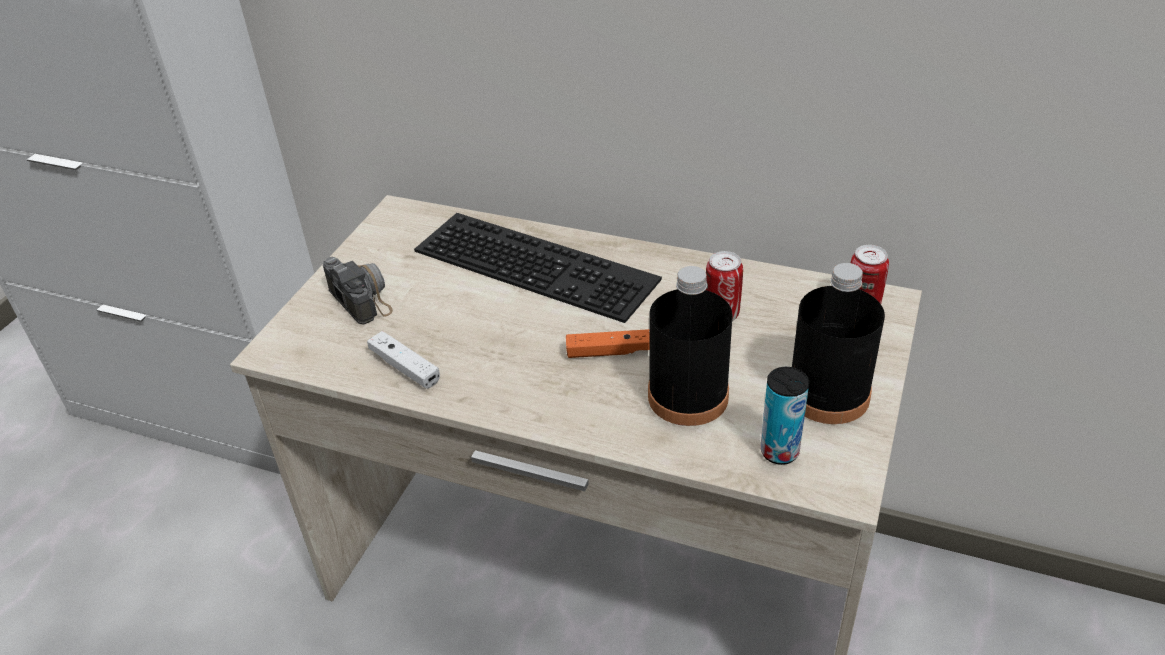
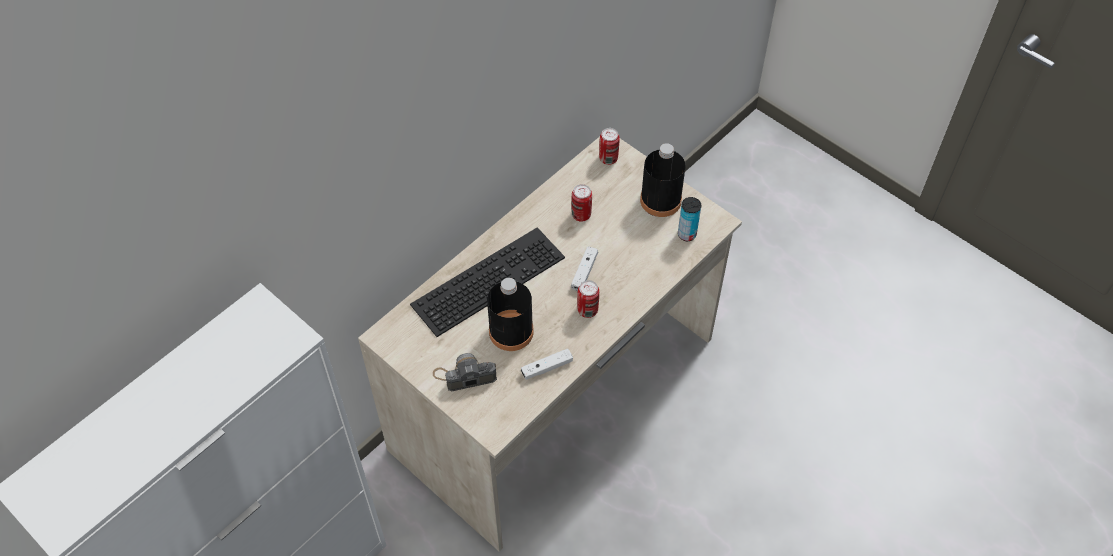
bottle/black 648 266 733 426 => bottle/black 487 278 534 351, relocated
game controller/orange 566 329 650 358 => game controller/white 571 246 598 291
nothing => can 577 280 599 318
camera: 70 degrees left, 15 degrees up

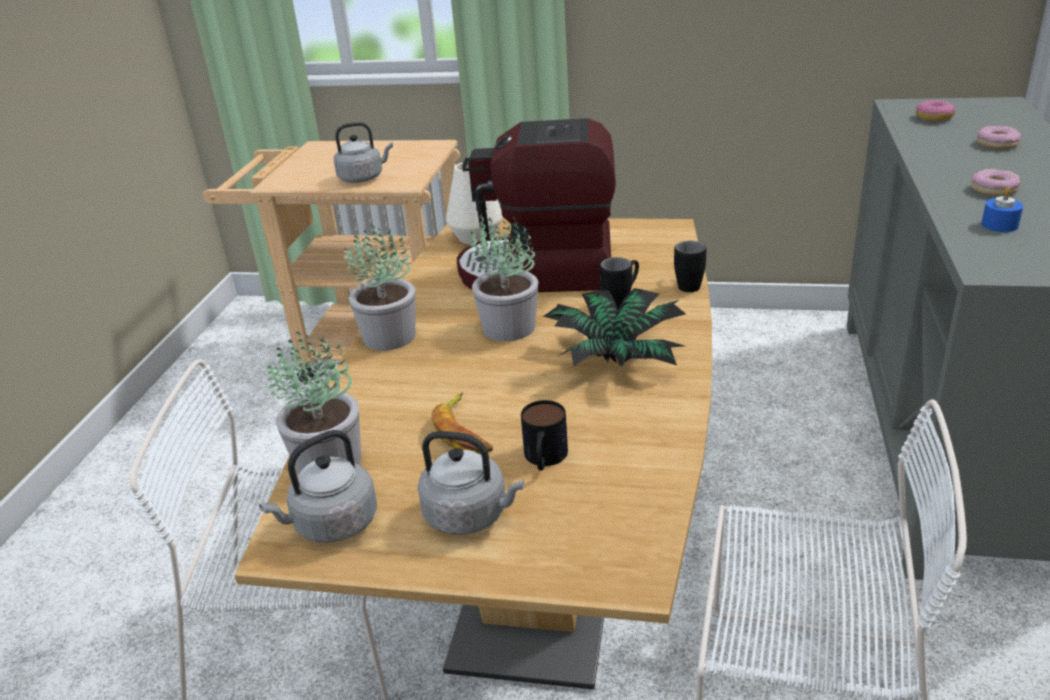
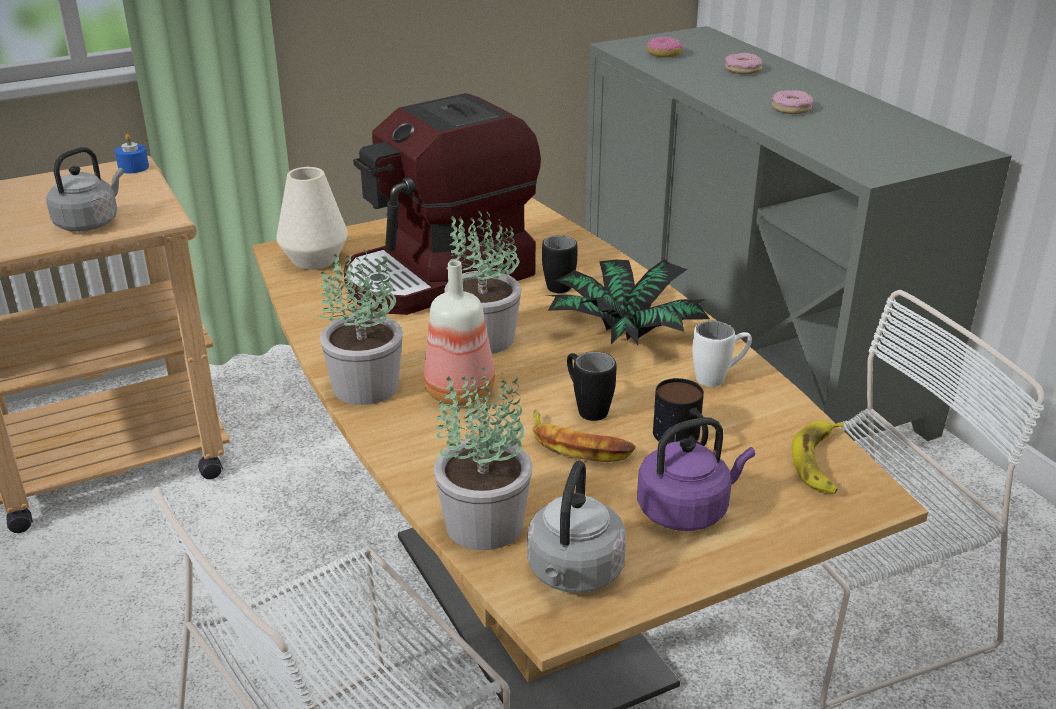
candle/blue 981 187 1023 232 => candle/blue 115 134 149 173, relocated
mug/black 674 241 706 292 => mug/black 567 352 616 421, relocated
kettle/grey 418 431 524 535 => kettle/purple 637 417 755 531
nothing => bottle 424 261 495 405
nothing => mug/white 692 321 752 387
nothing => banana 792 421 844 494
camera: 40 degrees left, 0 degrees up

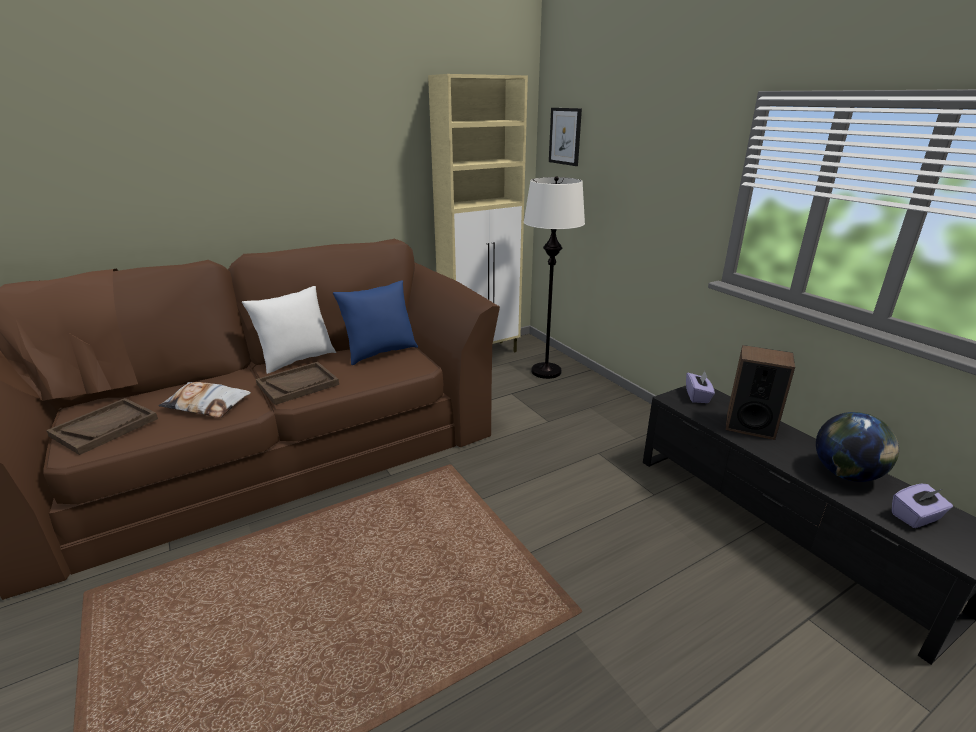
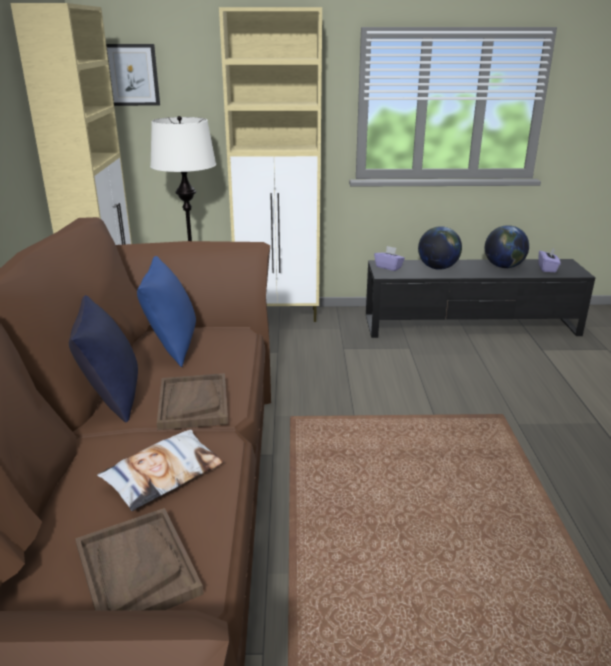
pillow/white 242 286 336 374 => pillow/blue 69 295 138 422
speaker 726 345 795 440 => globe 418 226 462 270
nothing => cabinet/beige 219 7 322 322
camera: 60 degrees left, 0 degrees up

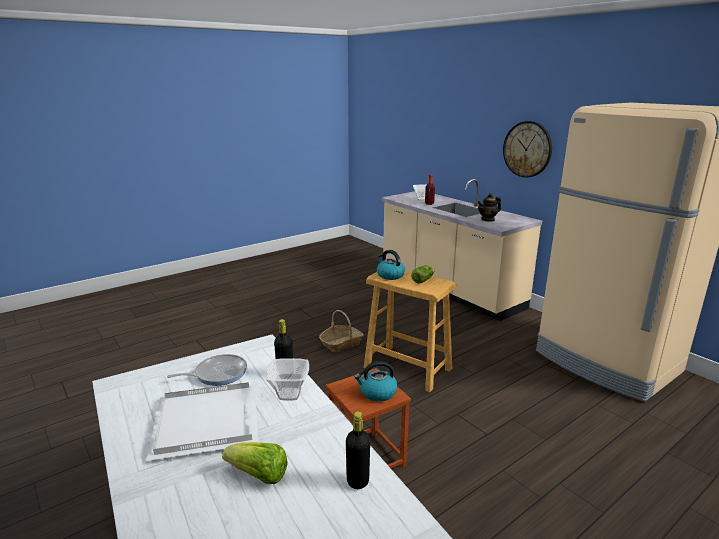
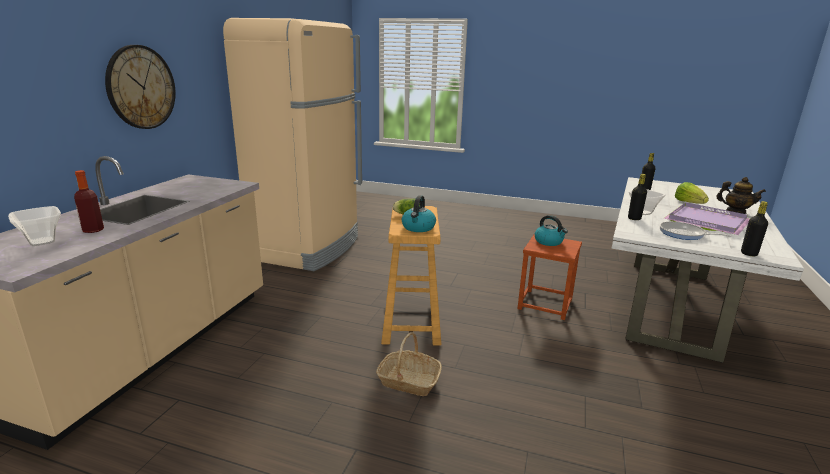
teapot 477 193 501 222 => teapot 716 177 766 214, relocated
tray/white 146 382 259 461 => tray/purple 664 202 750 235
nothing => bottle/black 741 201 768 256
camera: 125 degrees left, 0 degrees up

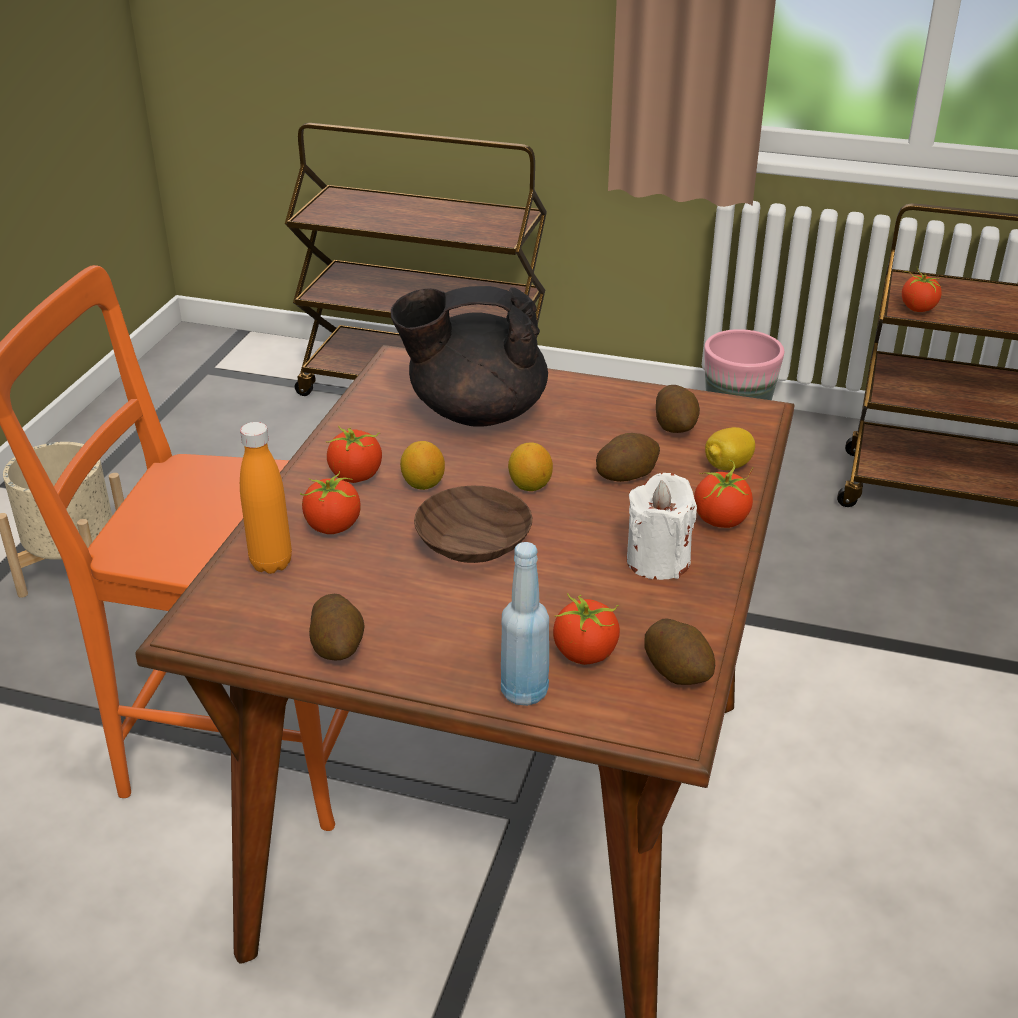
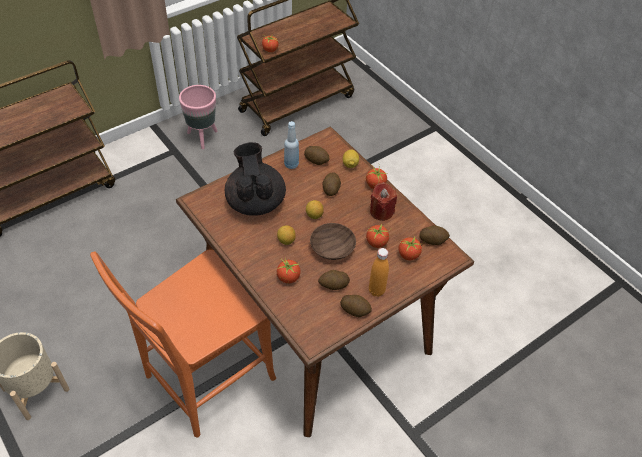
teapot/black 391 286 548 427 => teapot/black 225 142 286 216, 135 degrees clockwise
bottle/orange 240 422 292 574 => bottle/orange 369 248 389 297, relocated
tomato 325 426 382 483 => tomato 366 222 391 248, relocated
candle/white 627 473 697 580 => candle/red 370 182 397 221
bottle/blue 501 542 549 706 => bottle/blue 284 121 299 169, relocated
nothing => potato 318 270 350 290
camera: 55 degrees left, 15 degrees up

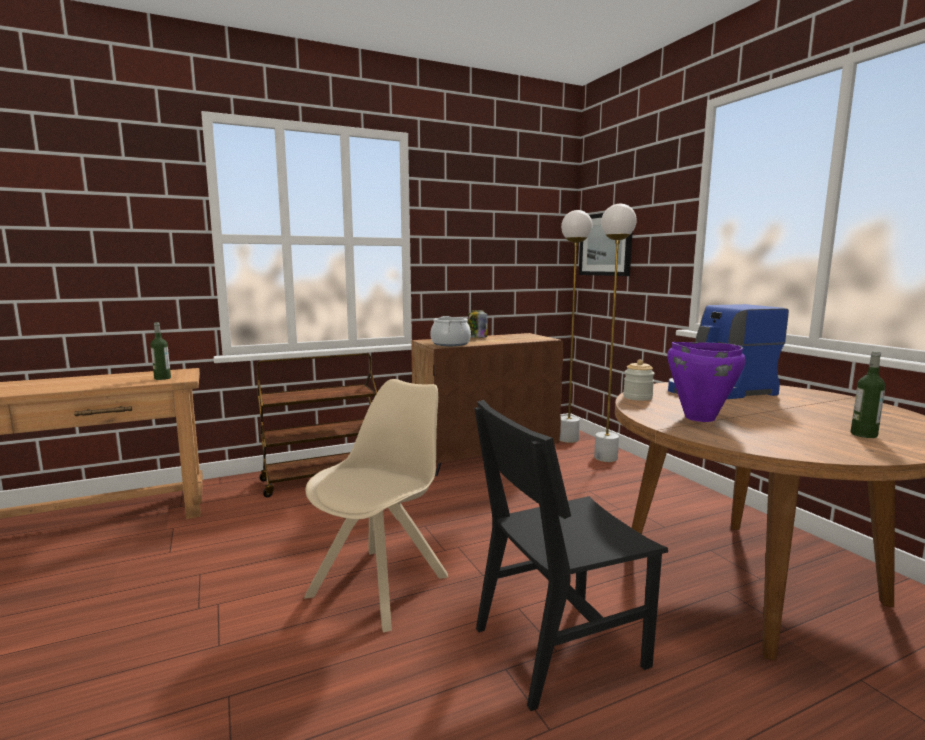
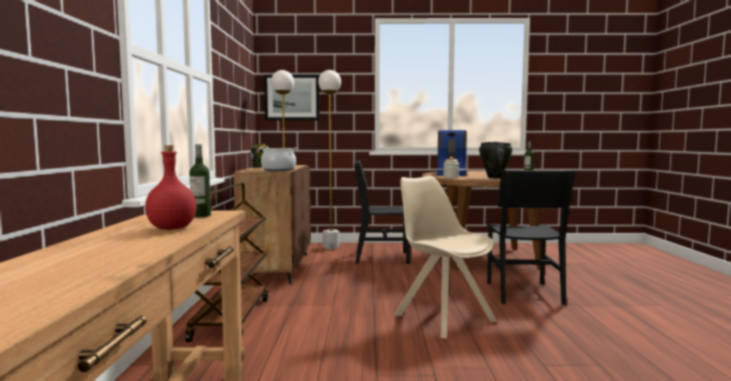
cooking pot/purple 667 342 746 422 => cooking pot/black 479 142 513 178
nothing => bottle/red 145 145 197 230
nothing => chair/black 354 160 411 264
camera: 65 degrees left, 5 degrees down

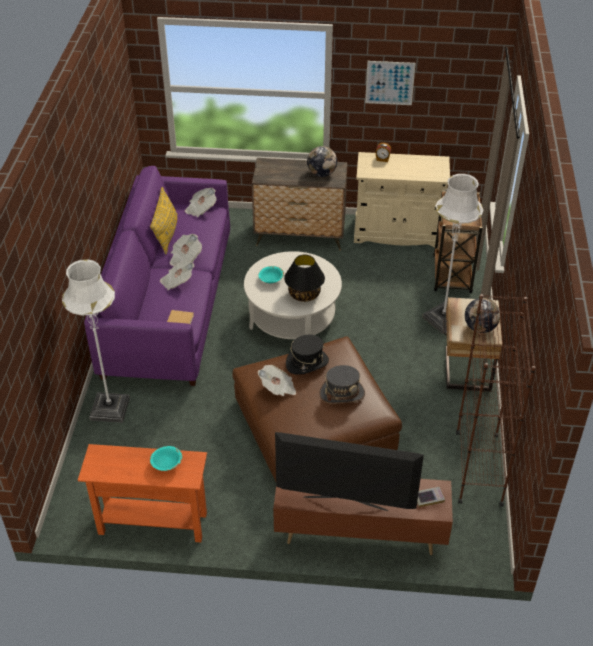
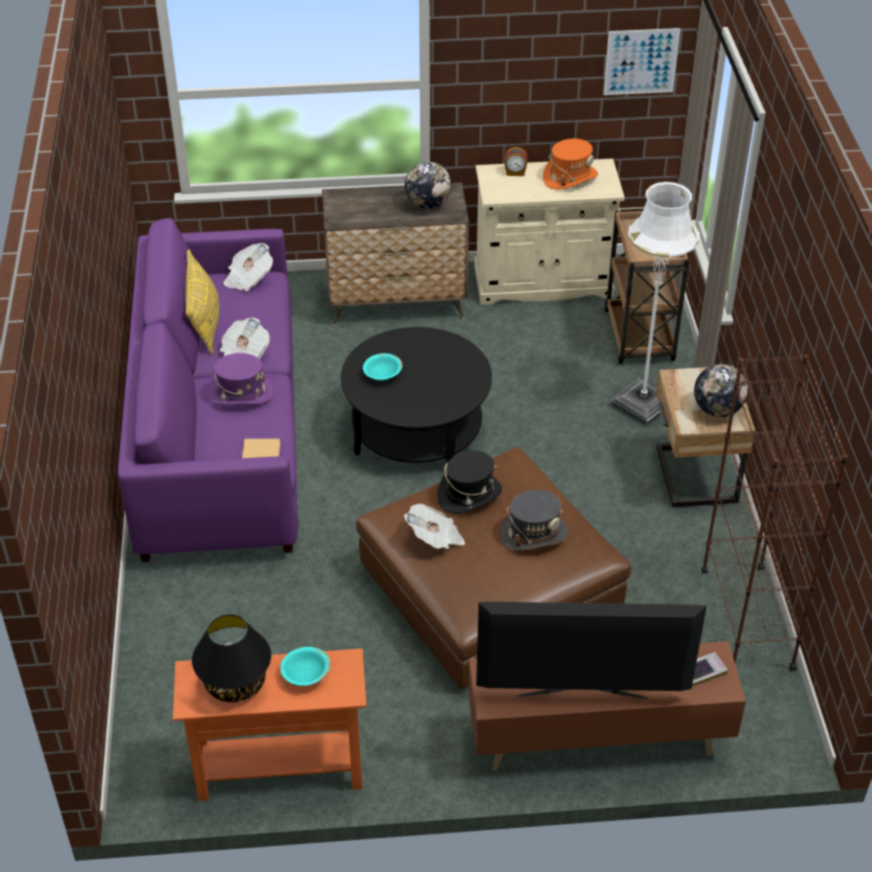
picture 365 61 416 105 => picture 603 28 680 95, relocated
coffee table/white 244 251 342 339 => coffee table/black 341 327 492 463
table lamp/black 284 255 325 302 => table lamp/black 192 614 271 703, relocated
floor lamp/white 62 259 130 423 => nothing
newspaper 160 260 194 290 => hat/purple 209 353 274 405
nothing => hat/orange 543 139 598 189
camera: 10 degrees left, 0 degrees up

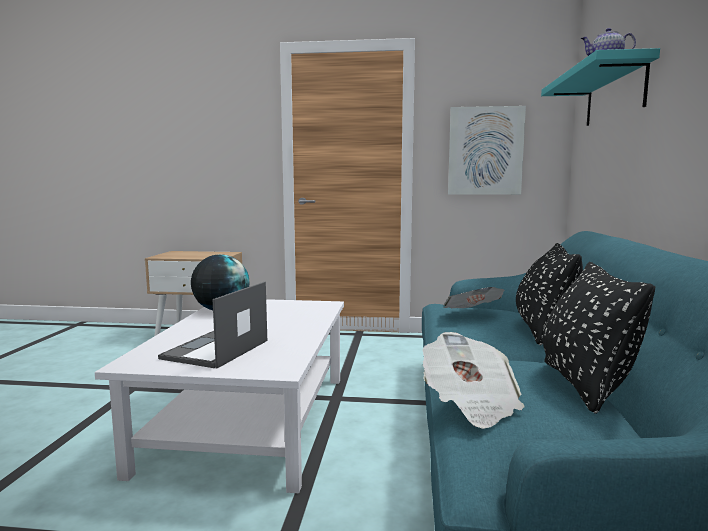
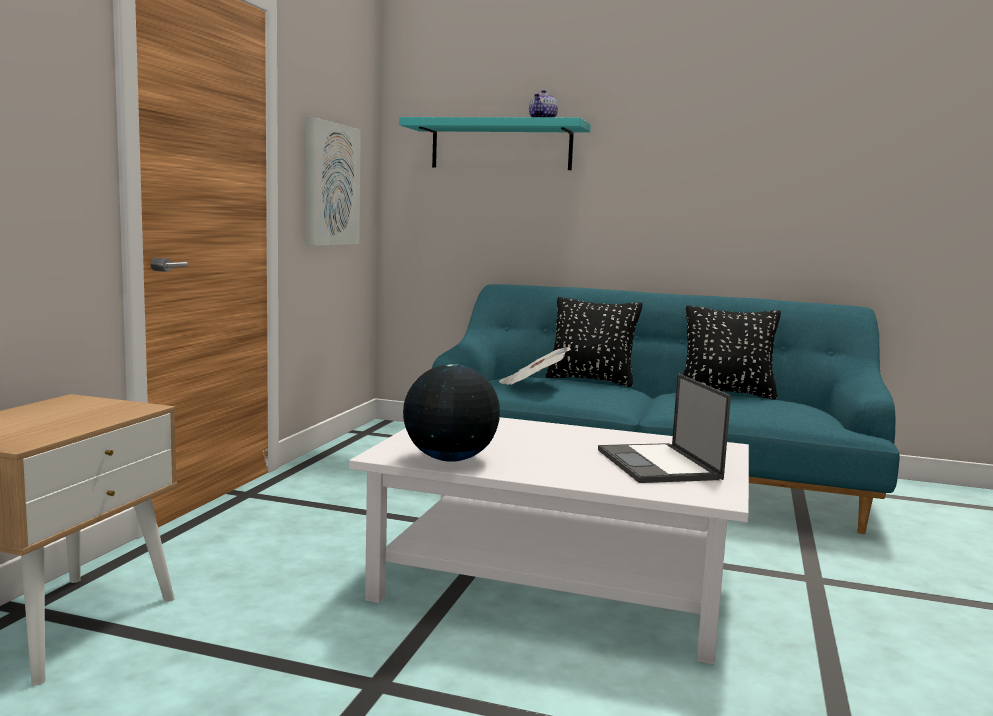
laptop 158 282 267 369 => laptop 598 373 731 483, 45 degrees clockwise
newspaper 422 332 524 429 => nothing
camera: 80 degrees left, 0 degrees up

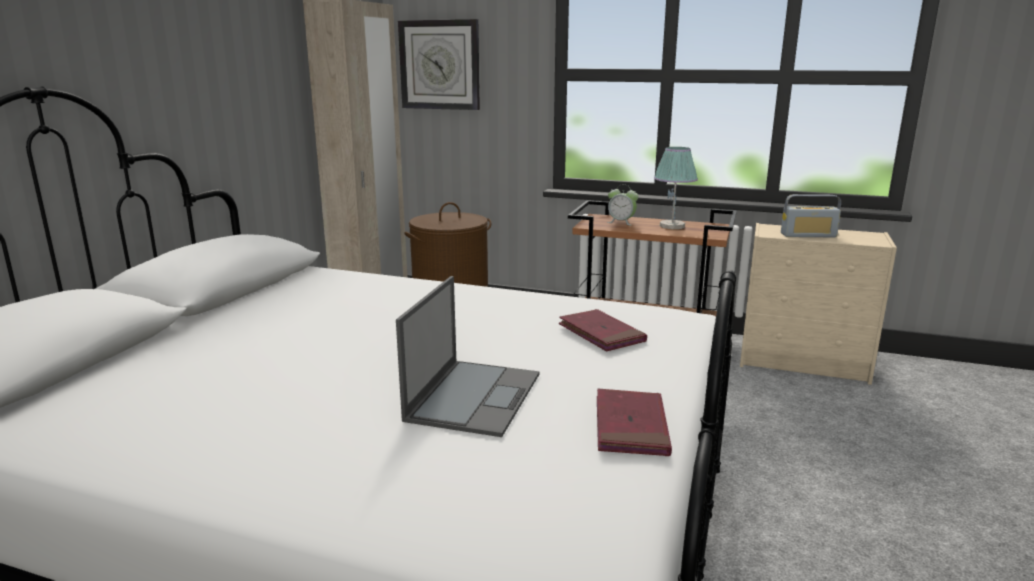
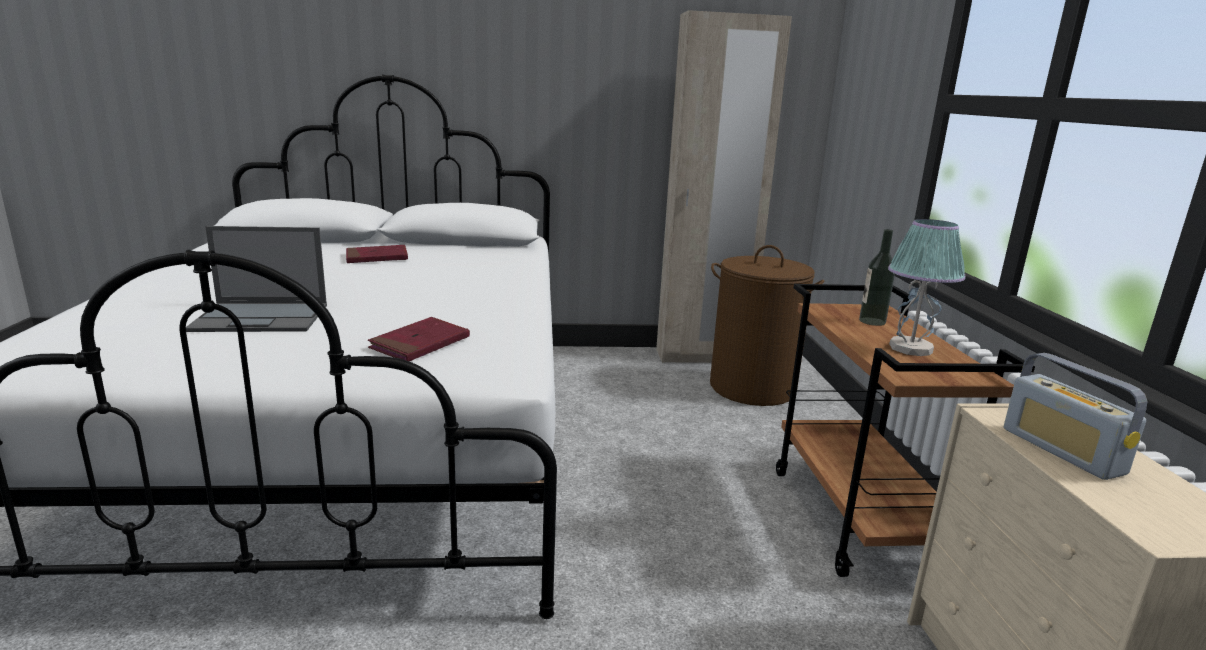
wall clock 398 19 480 110 => nothing
alarm clock 607 185 639 225 => bottle 859 229 895 326
book/red 597 389 672 456 => book/red 346 245 408 263, relocated
camera: 65 degrees right, 0 degrees up

